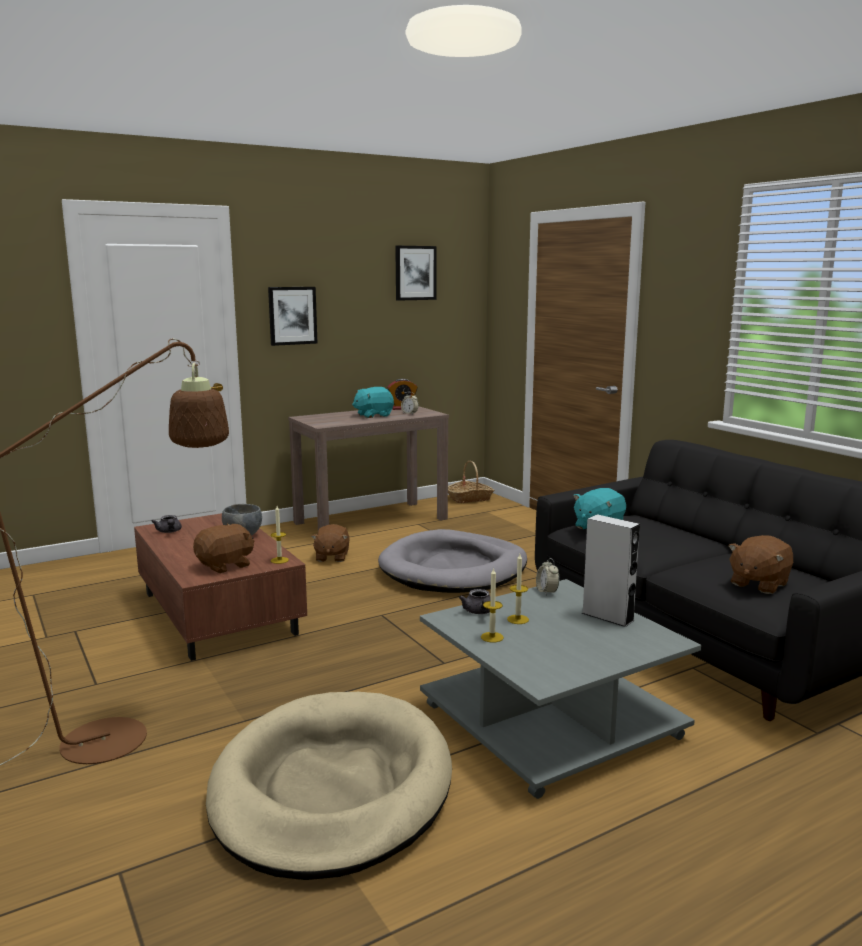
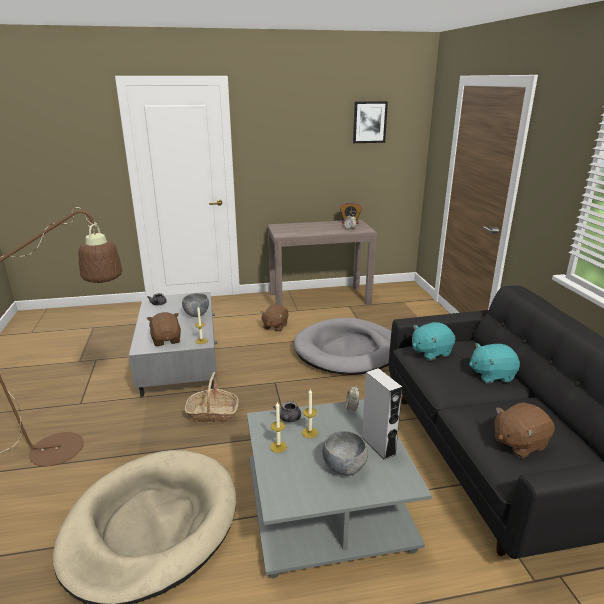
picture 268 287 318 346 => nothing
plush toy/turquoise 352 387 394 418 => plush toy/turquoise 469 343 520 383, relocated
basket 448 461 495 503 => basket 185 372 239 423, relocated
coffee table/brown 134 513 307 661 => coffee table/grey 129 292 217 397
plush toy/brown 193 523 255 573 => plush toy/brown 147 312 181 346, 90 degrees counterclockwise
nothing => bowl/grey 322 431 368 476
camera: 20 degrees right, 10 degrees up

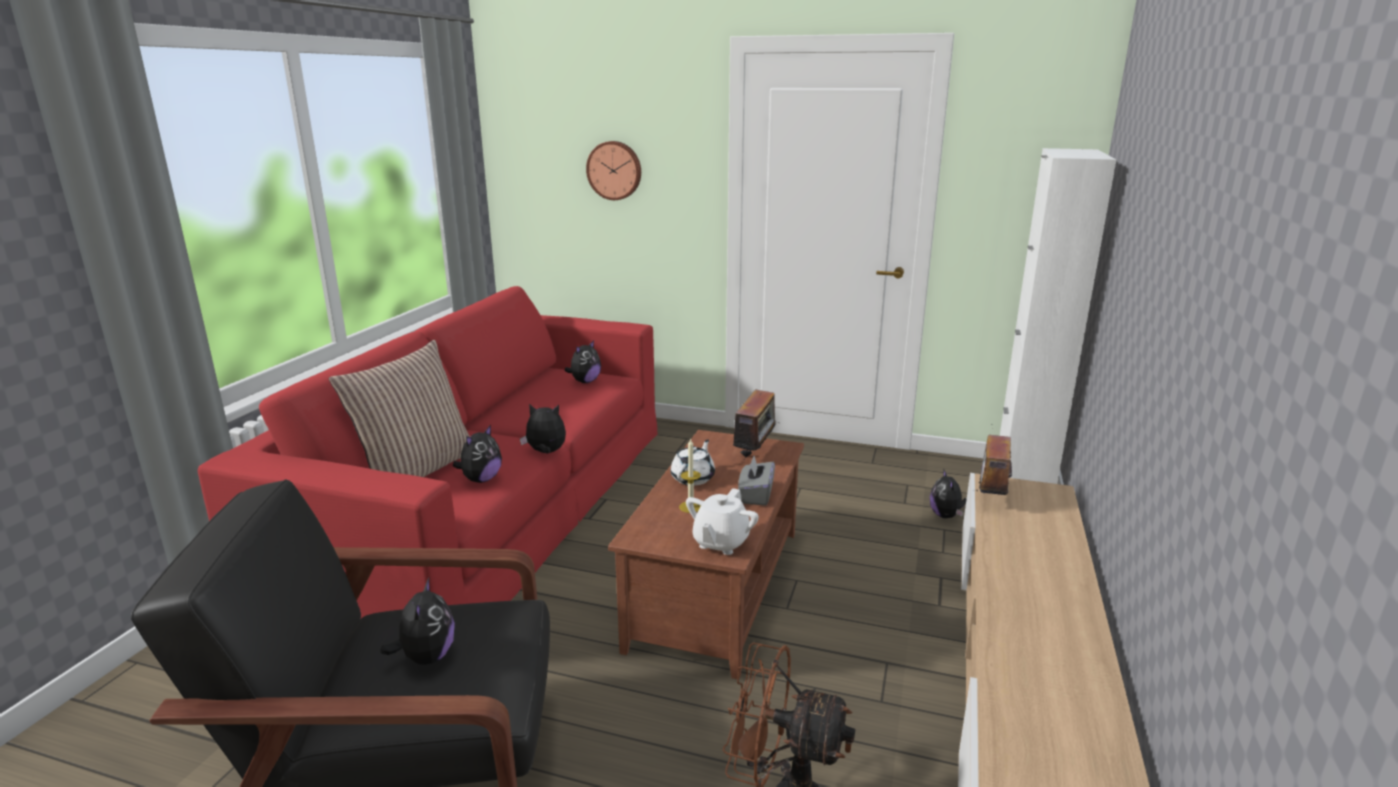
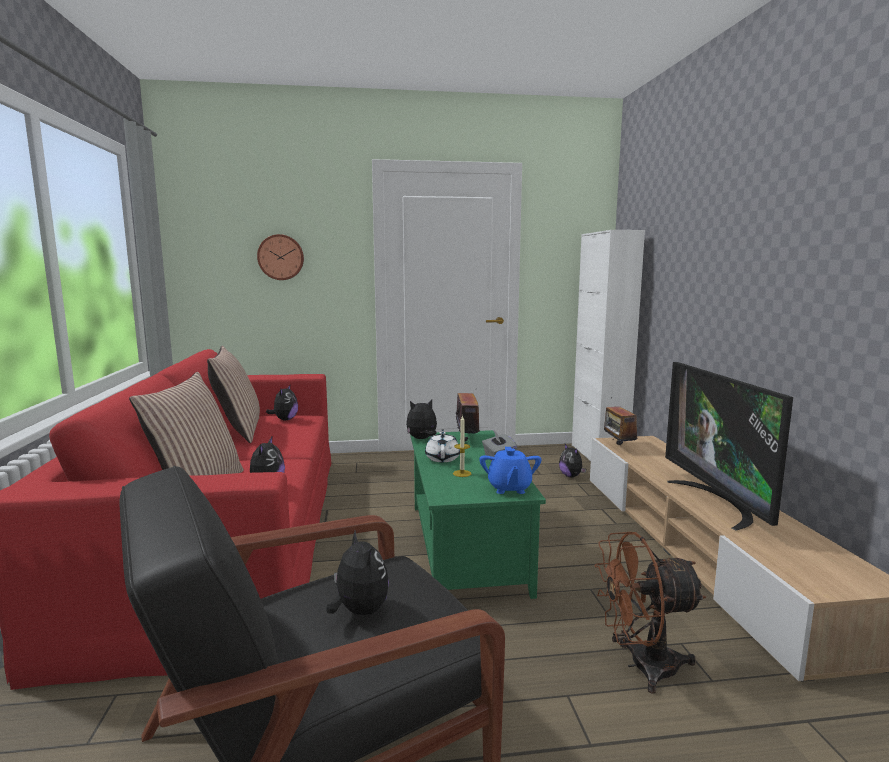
plush toy 520 404 566 454 => plush toy 406 399 437 439, relocated
coffee table/brown 608 430 804 679 => coffee table/green 410 430 546 599
teapot/white 686 488 759 555 => teapot/blue 479 447 542 494
nothing => pillow 207 346 260 443
nothing => television 665 362 793 531
camera: 25 degrees left, 10 degrees down

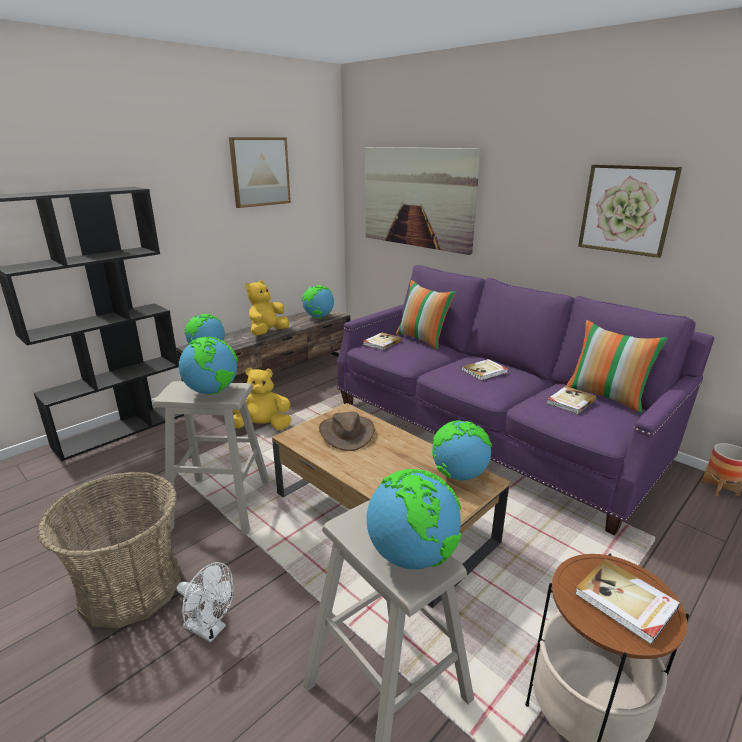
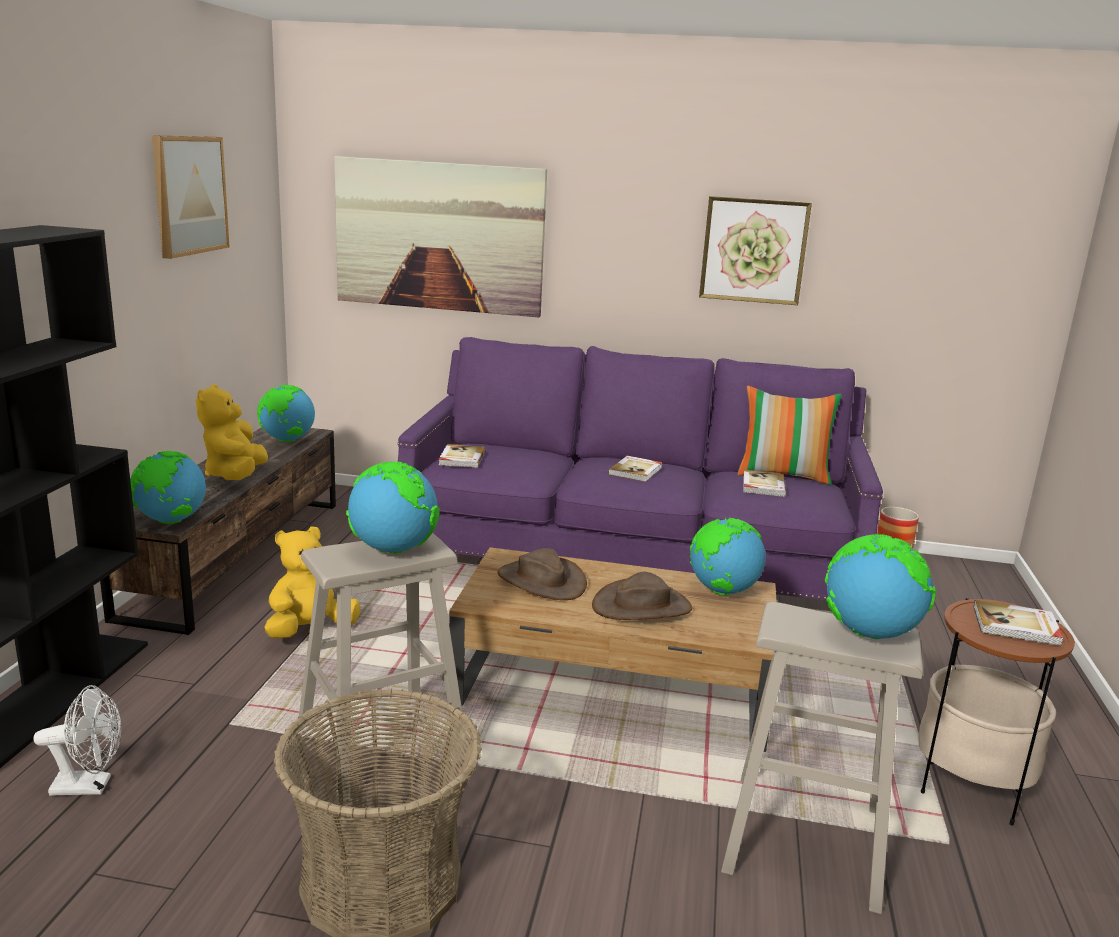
pillow 396 280 455 350 => nothing
fan/white 177 562 234 642 => fan/white 33 685 121 796, relocated
nothing => hat/brown 592 572 692 620
camera: 35 degrees left, 5 degrees down

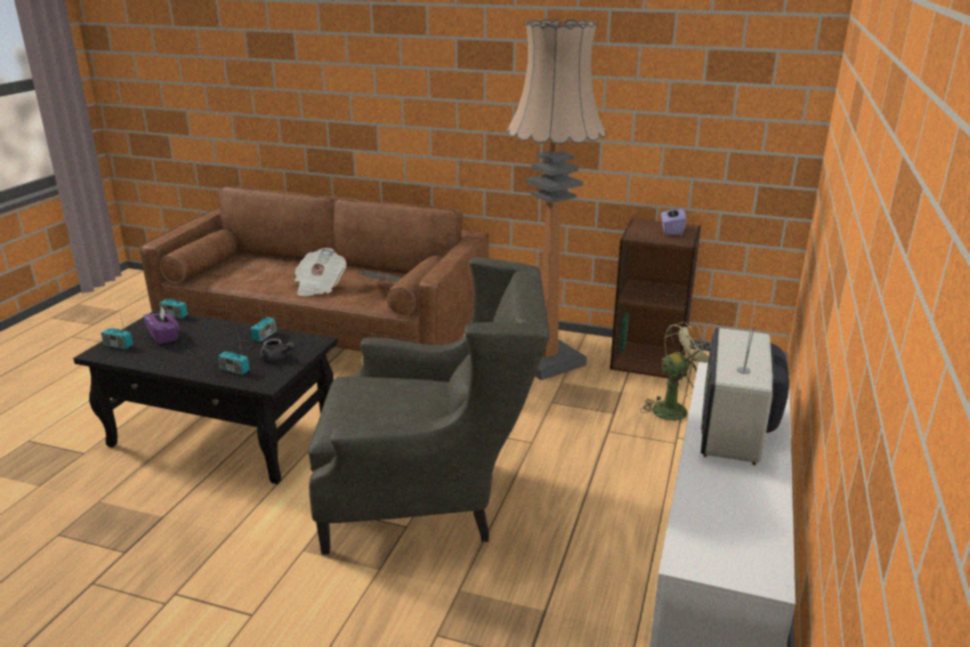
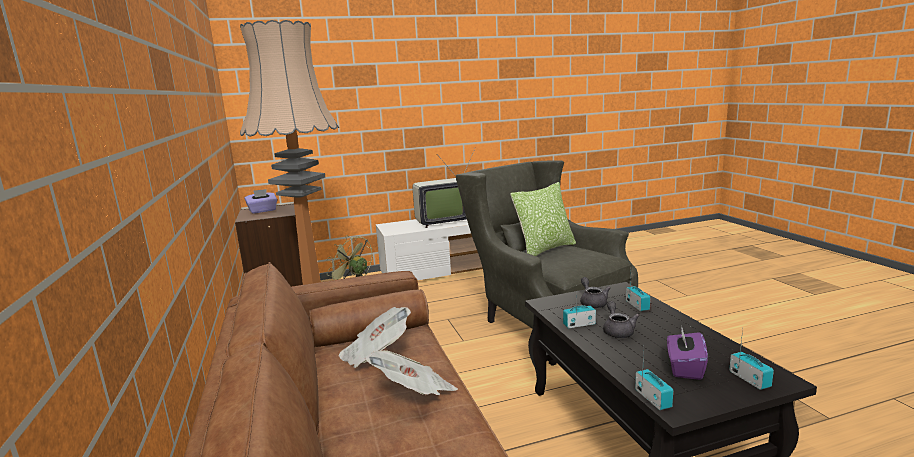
nothing => pillow 510 182 576 256
nothing => teapot/grey 603 301 639 338
camera: 125 degrees left, 10 degrees down

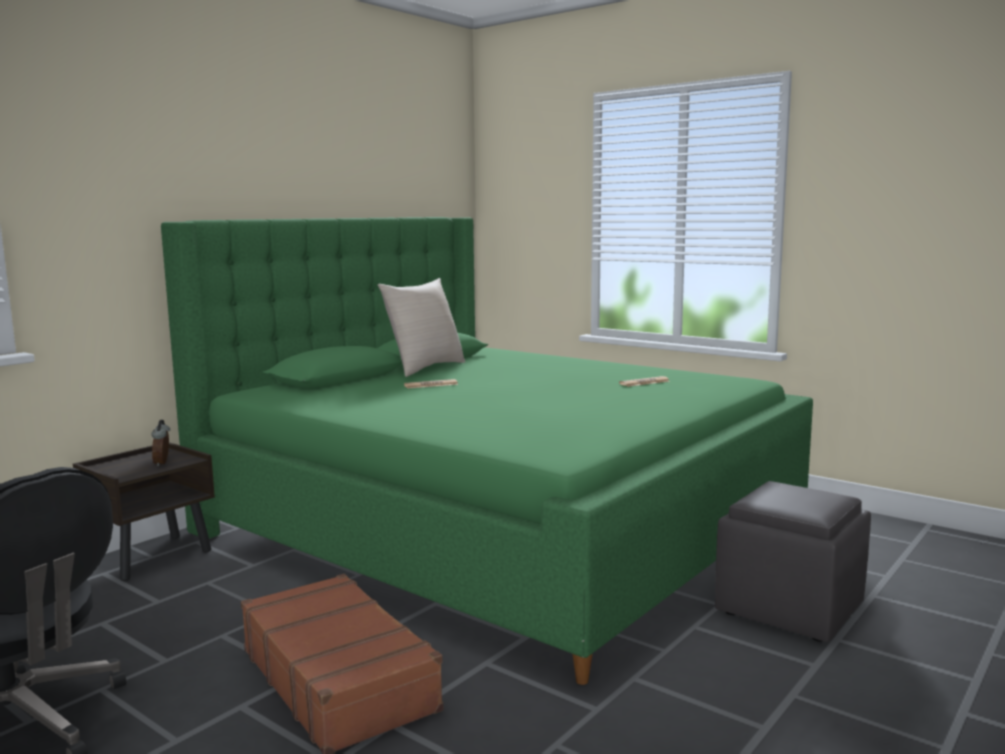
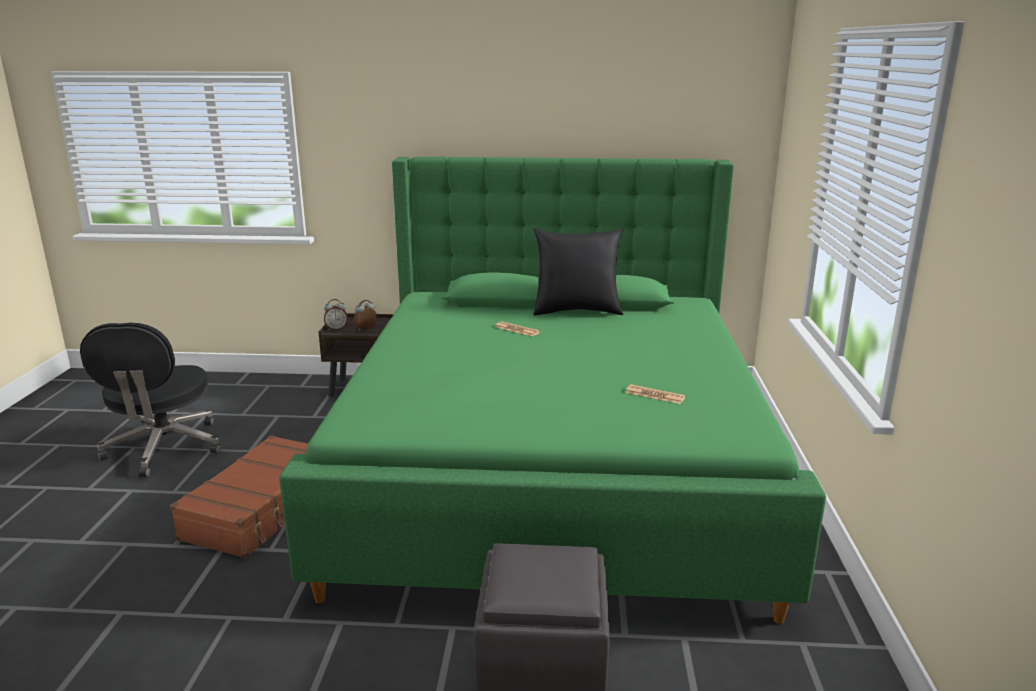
pillow/beige 378 278 465 377 => pillow/black 533 228 623 315
nothing => alarm clock 324 299 348 330
camera: 55 degrees right, 10 degrees up

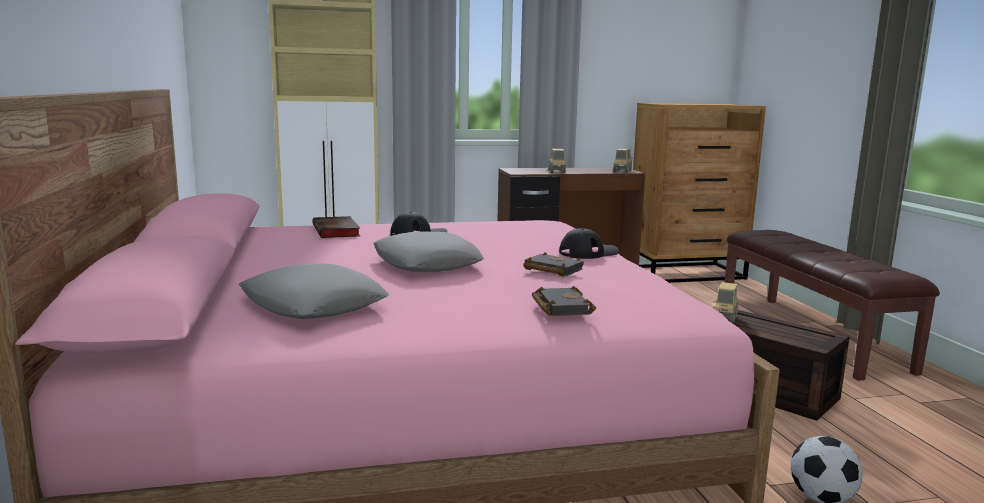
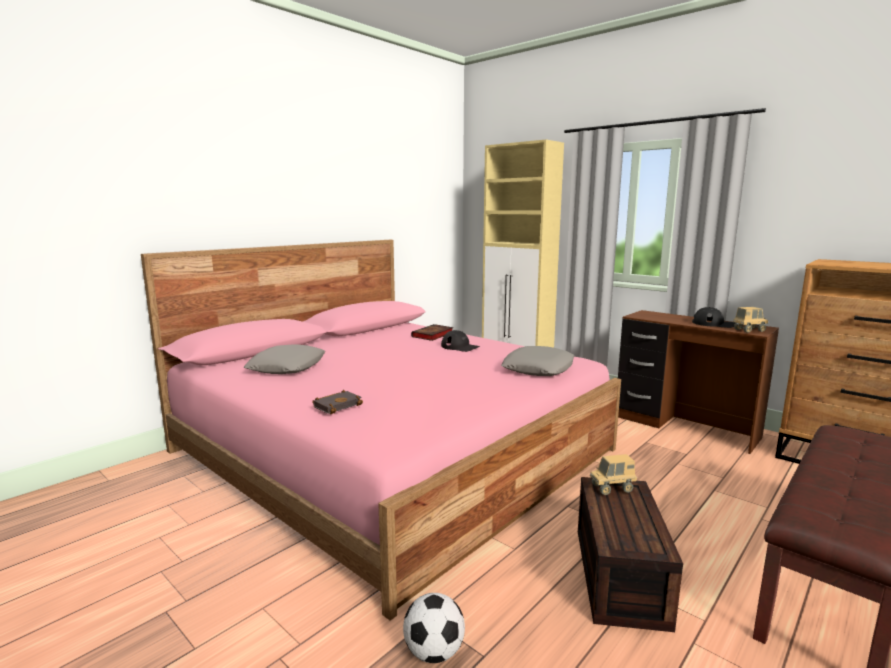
toy truck 548 149 566 173 => nothing
cap/black 559 228 619 259 => cap/black 692 307 736 328, relocated
pillow/grey 373 232 484 272 => pillow/grey 501 346 575 376, relocated
book/black 523 252 584 277 => nothing
camera: 55 degrees right, 0 degrees up

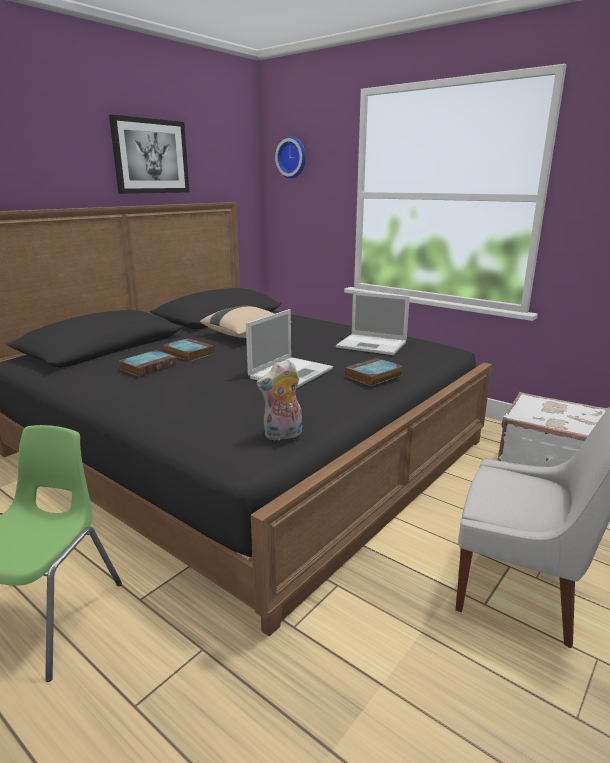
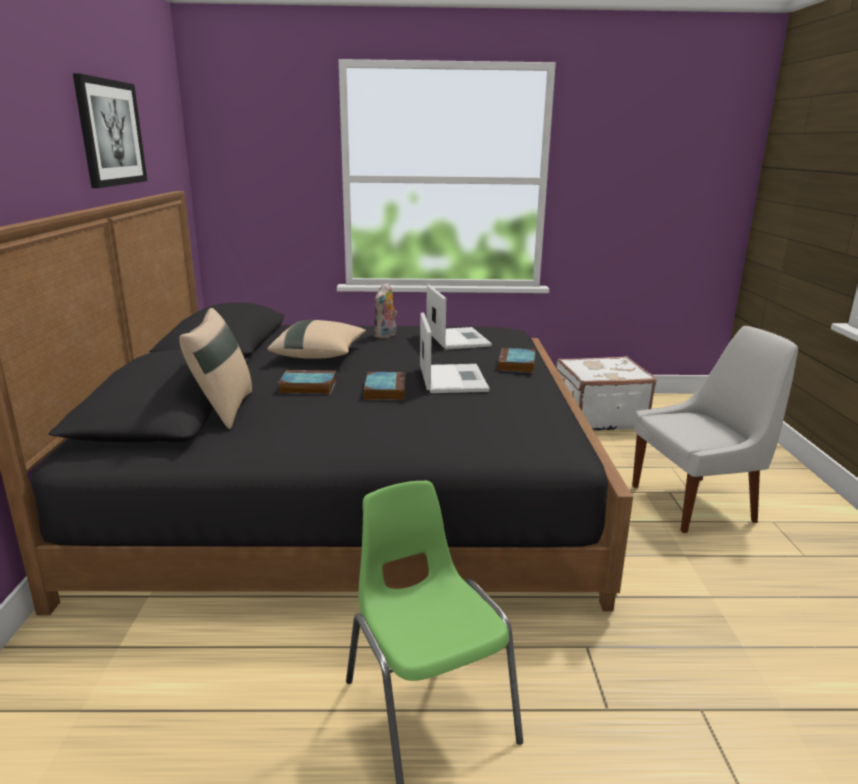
wall clock 275 136 306 178 => nothing
laptop 336 292 410 355 => laptop 426 285 492 350, 90 degrees counterclockwise
book 119 350 177 377 => book 363 372 406 400, relocated
plush toy 256 360 302 441 => plush toy 374 283 397 339, relocated
nothing => pillow/beige 179 308 252 429
camera: 40 degrees left, 0 degrees up

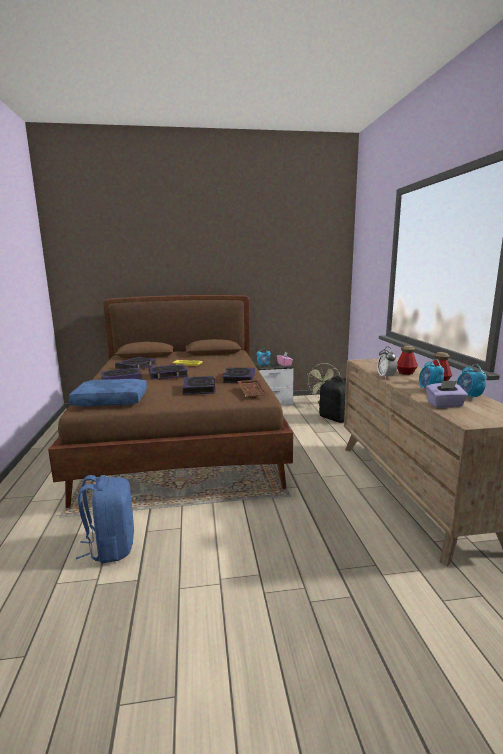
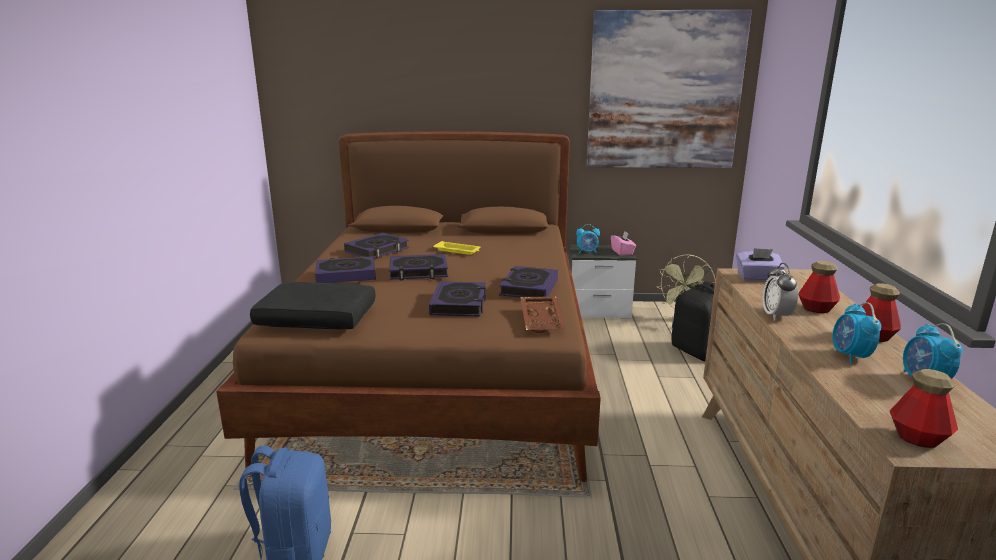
pillow/blue 69 379 147 406 => pillow/black 250 282 376 329
tissue box/purple 426 381 468 408 => tissue box/purple 736 248 785 281, relocated
nothing => picture 587 10 752 168
nothing => bottle 890 369 958 448
camera: 10 degrees right, 5 degrees up

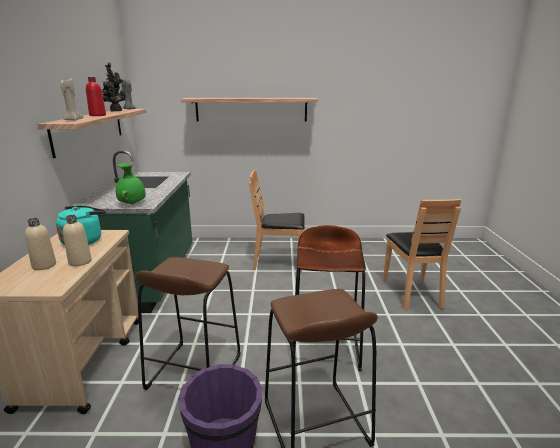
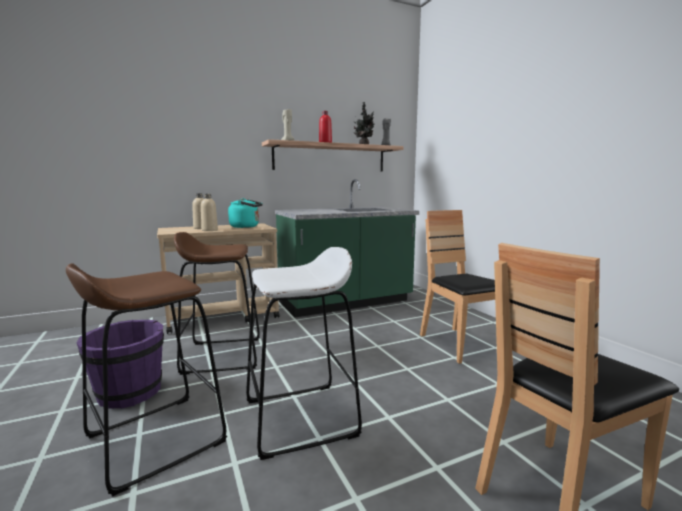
shelf 181 98 318 121 => nothing
vase/green 116 163 146 204 => nothing
stool/brown 291 225 366 371 => stool/white 246 247 362 460
camera: 65 degrees right, 10 degrees down

